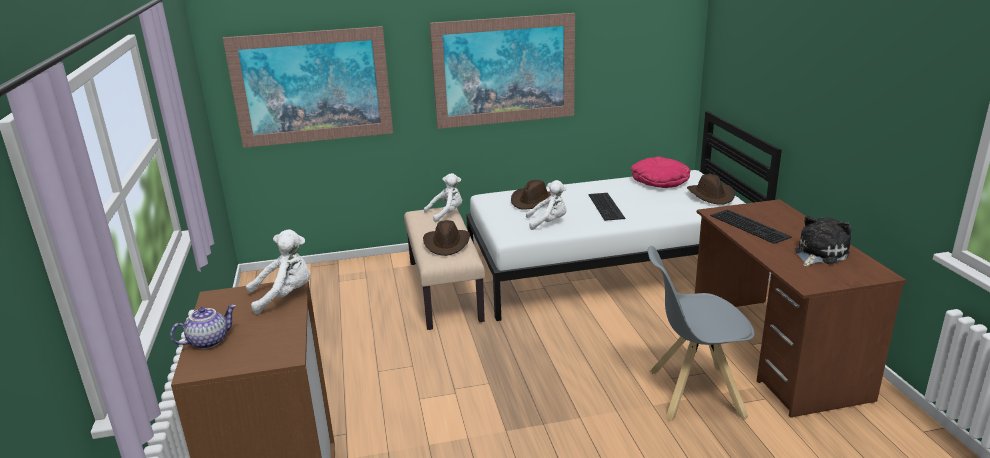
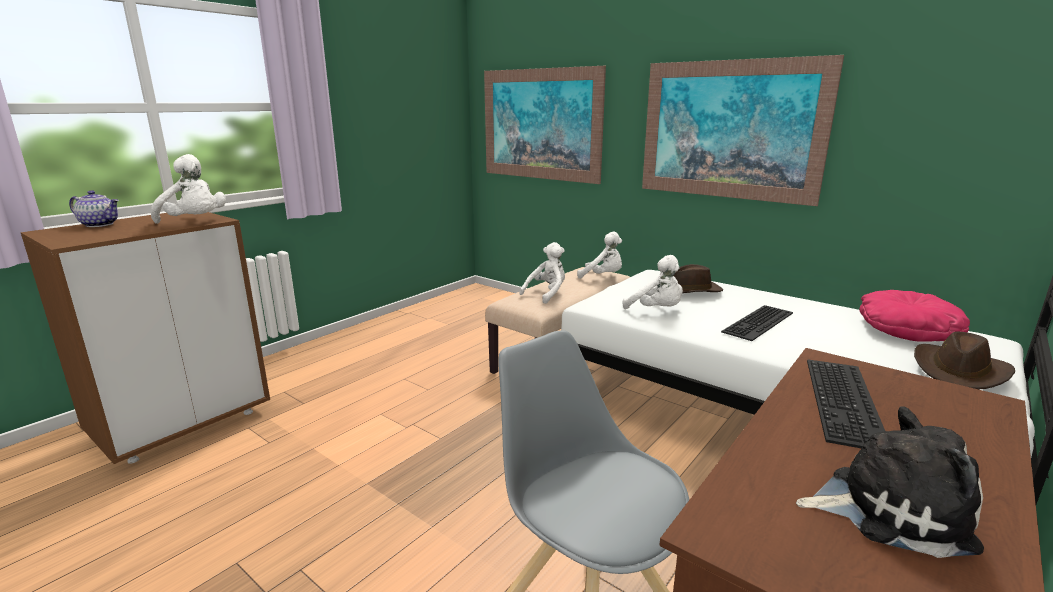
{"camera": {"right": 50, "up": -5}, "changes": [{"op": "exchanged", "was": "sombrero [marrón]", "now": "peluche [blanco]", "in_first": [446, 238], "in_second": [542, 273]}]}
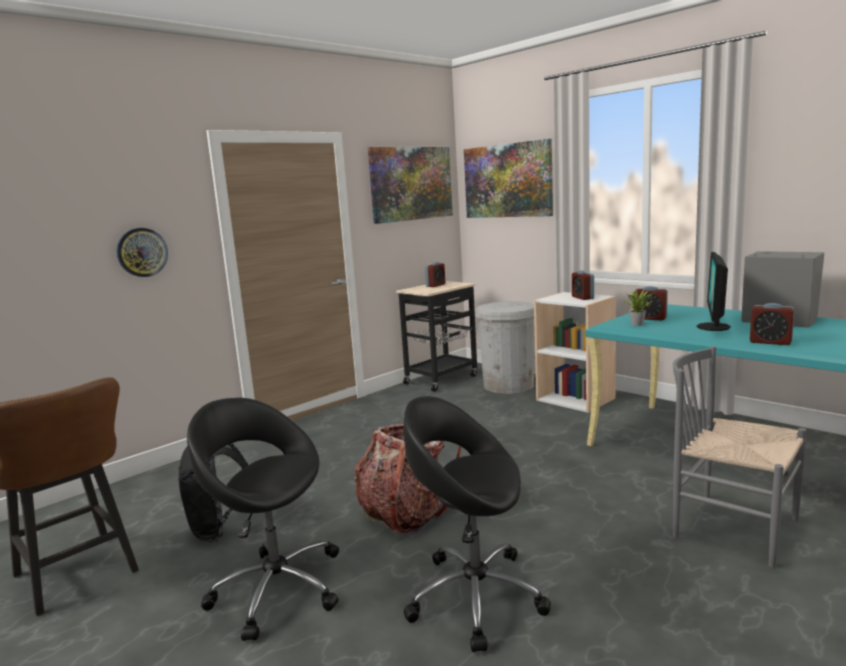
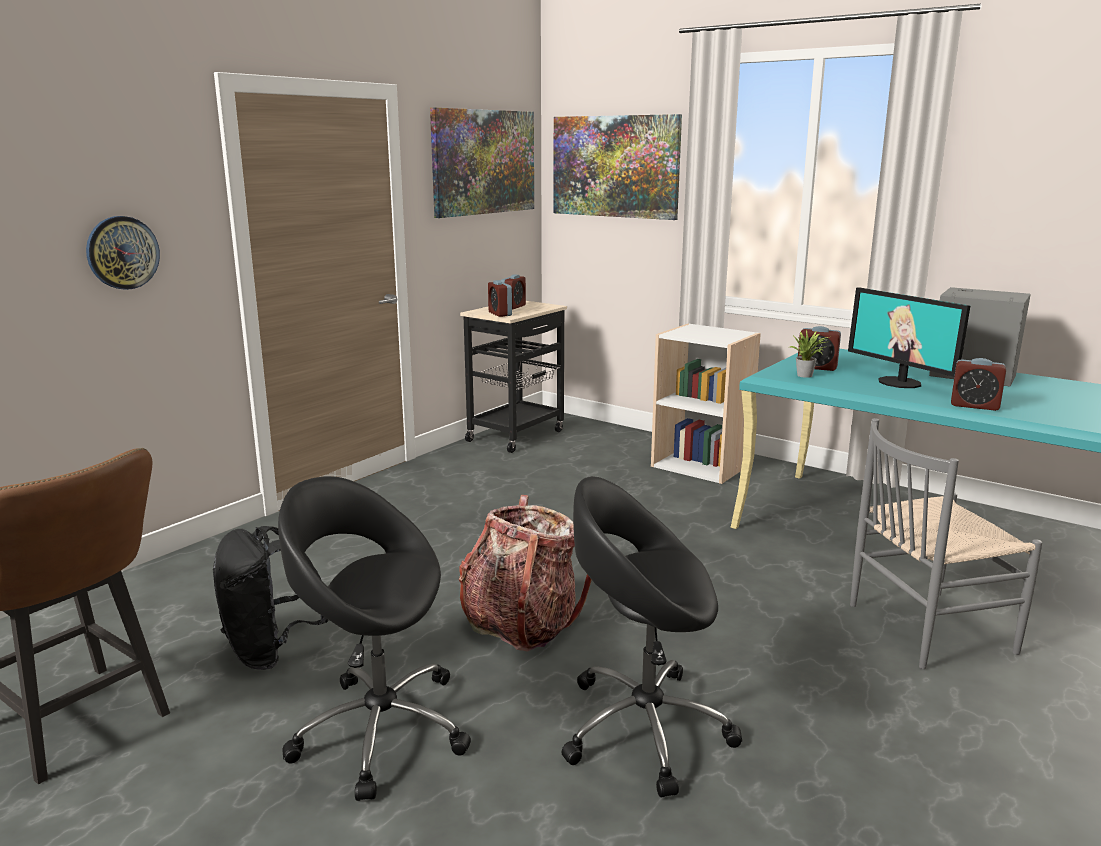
{"camera": {"right": -10, "up": 5}, "changes": [{"op": "missing", "was": "papelera [blanco]", "in_first": [505, 347]}, {"op": "relocated", "was": "despertador", "in_first": [583, 285], "in_second": [500, 298]}, {"op": "spun", "was": "silla [gris]", "in_first": [739, 457], "in_second": [946, 543], "clockwise": -45}, {"op": "spun", "was": "monitor", "in_first": [714, 291], "in_second": [909, 337], "clockwise": -45}]}
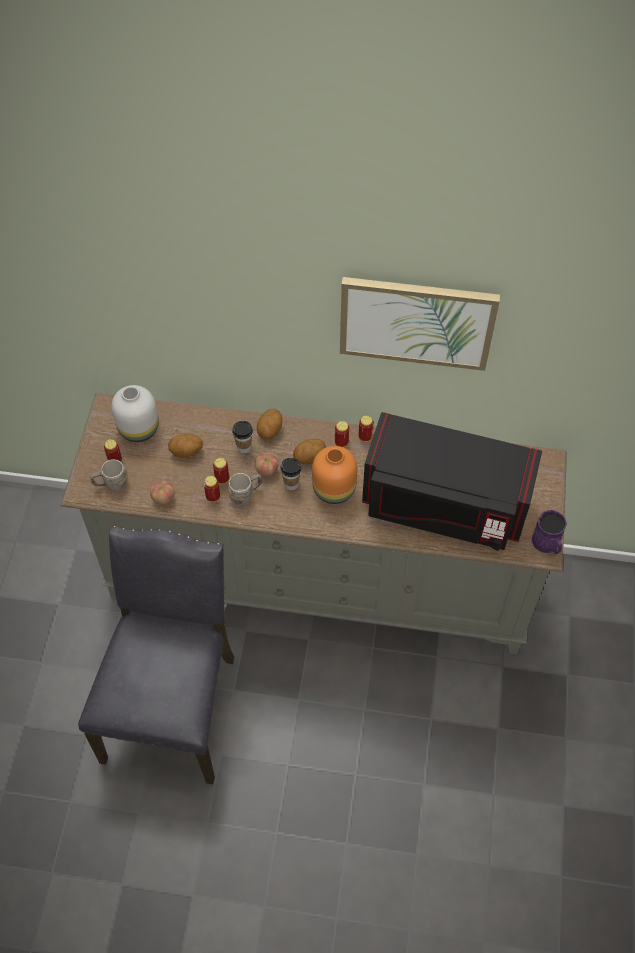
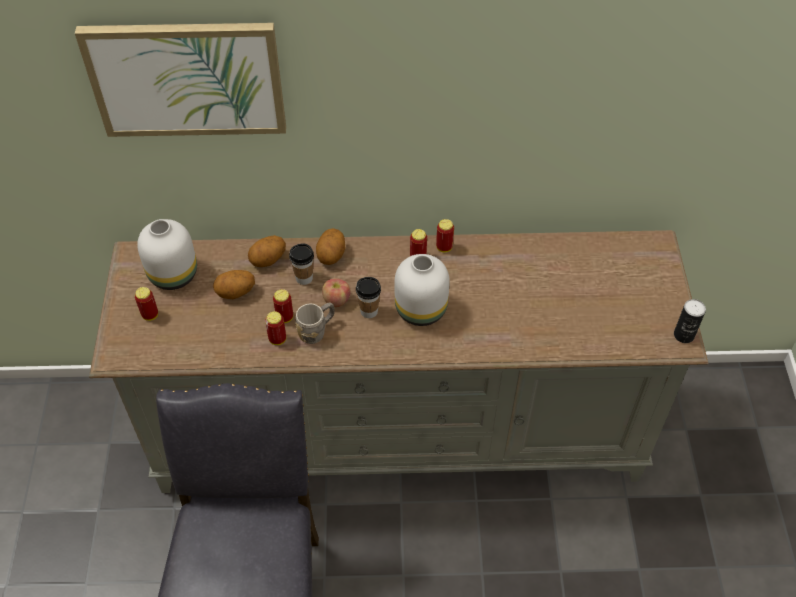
{"camera": {"right": -10, "up": -5}, "changes": [{"op": "missing", "was": "taza grande [gris]", "in_first": [108, 475]}, {"op": "missing", "was": "manzana", "in_first": [162, 493]}, {"op": "missing", "was": "microondas [negro]", "in_first": [452, 481]}, {"op": "relocated", "was": "patata", "in_first": [309, 451], "in_second": [267, 251]}, {"op": "relocated", "was": "cuadro", "in_first": [420, 324], "in_second": [180, 80]}, {"op": "exchanged", "was": "taza grande [morado]", "now": "lata", "in_first": [549, 532], "in_second": [690, 321]}, {"op": "colour", "was": "florero [naranja]", "now": "florero [blanco]", "in_first": [334, 475], "in_second": [422, 290]}]}
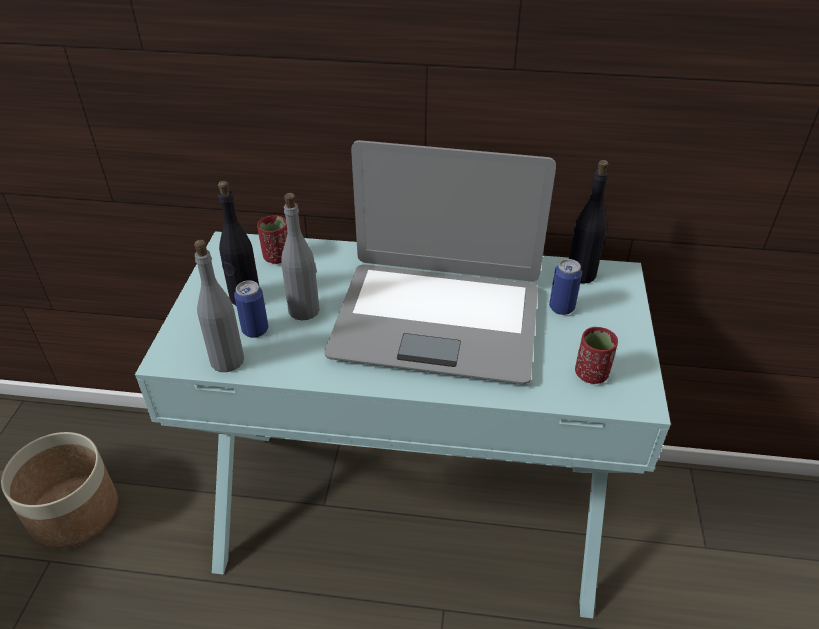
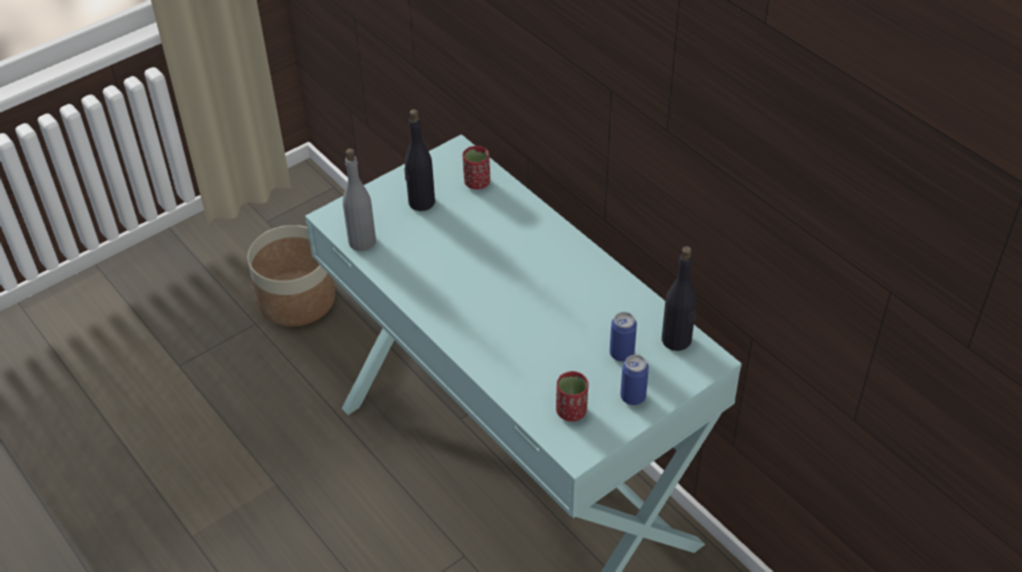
{"camera": {"right": 45, "up": 5}, "changes": [{"op": "missing", "was": "botella [gris]", "in_first": [300, 256]}, {"op": "missing", "was": "portátil", "in_first": [440, 262]}, {"op": "relocated", "was": "lata", "in_first": [251, 309], "in_second": [634, 380]}]}
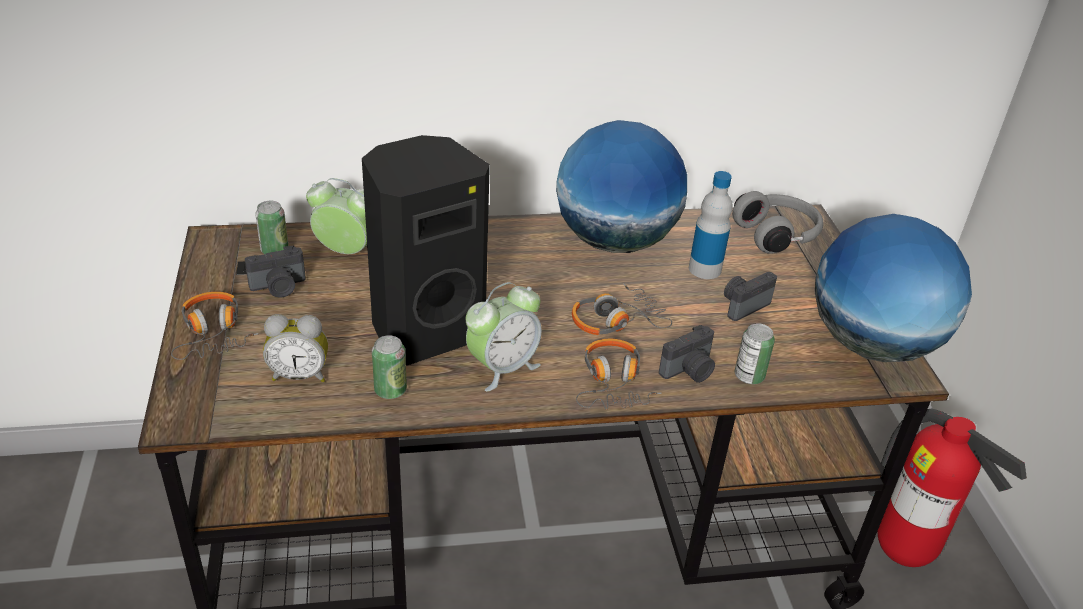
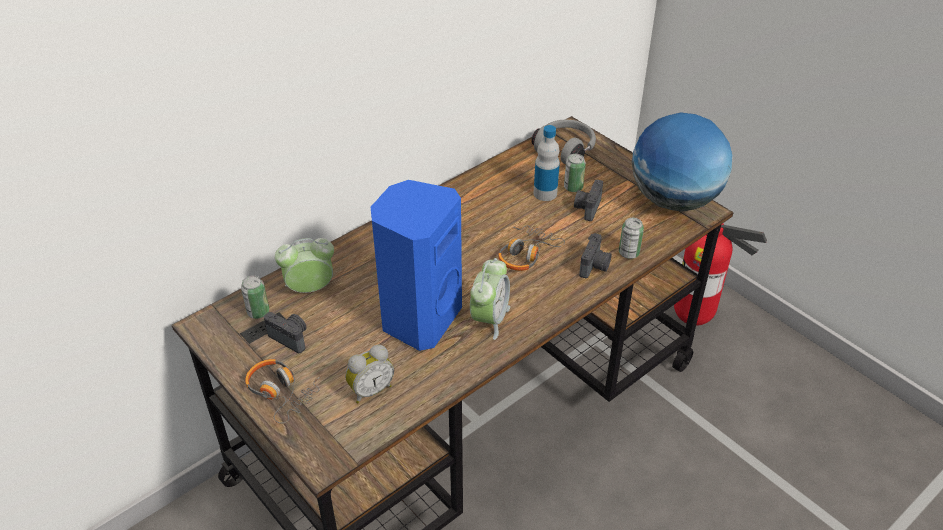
{"camera": {"right": -30, "up": 5}, "changes": [{"op": "missing", "was": "globo terráqueo", "in_first": [621, 186]}, {"op": "missing", "was": "auriculares", "in_first": [619, 374]}, {"op": "relocated", "was": "lata", "in_first": [389, 367], "in_second": [575, 173]}, {"op": "colour", "was": "altavoz [negro]", "now": "altavoz [azul]", "in_first": [426, 250], "in_second": [416, 265]}, {"op": "spun", "was": "cámara", "in_first": [275, 272], "in_second": [285, 332], "clockwise": -90}]}
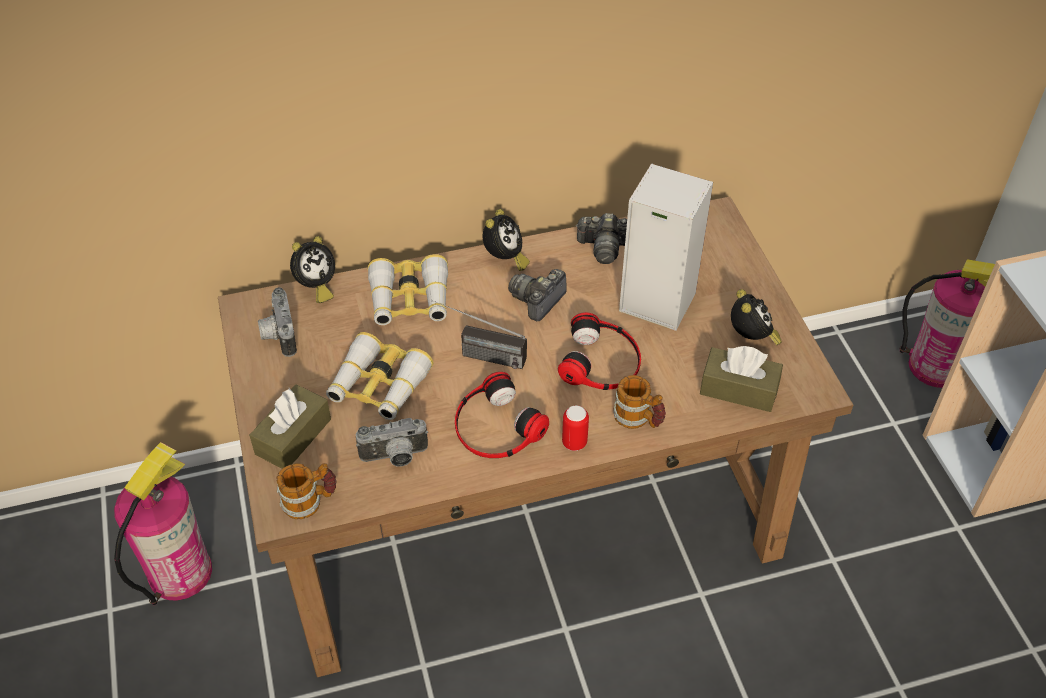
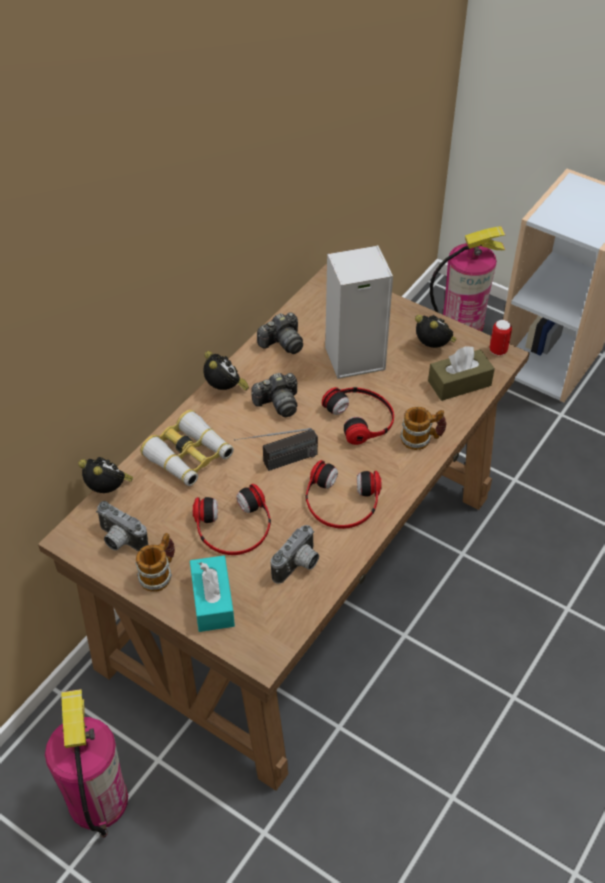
{"camera": {"right": -40, "up": 0}, "changes": [{"op": "relocated", "was": "taza grande", "in_first": [306, 491], "in_second": [155, 562]}, {"op": "relocated", "was": "lata", "in_first": [575, 428], "in_second": [500, 338]}, {"op": "exchanged", "was": "prismáticos", "now": "auriculares", "in_first": [379, 376], "in_second": [232, 519]}, {"op": "colour", "was": "caja de pañuelos [marrón]", "now": "caja de pañuelos [turquesa]", "in_first": [290, 426], "in_second": [212, 594]}, {"op": "spun", "was": "despertador", "in_first": [312, 269], "in_second": [105, 475], "clockwise": -60}, {"op": "spun", "was": "cámara", "in_first": [537, 295], "in_second": [274, 395], "clockwise": -105}]}
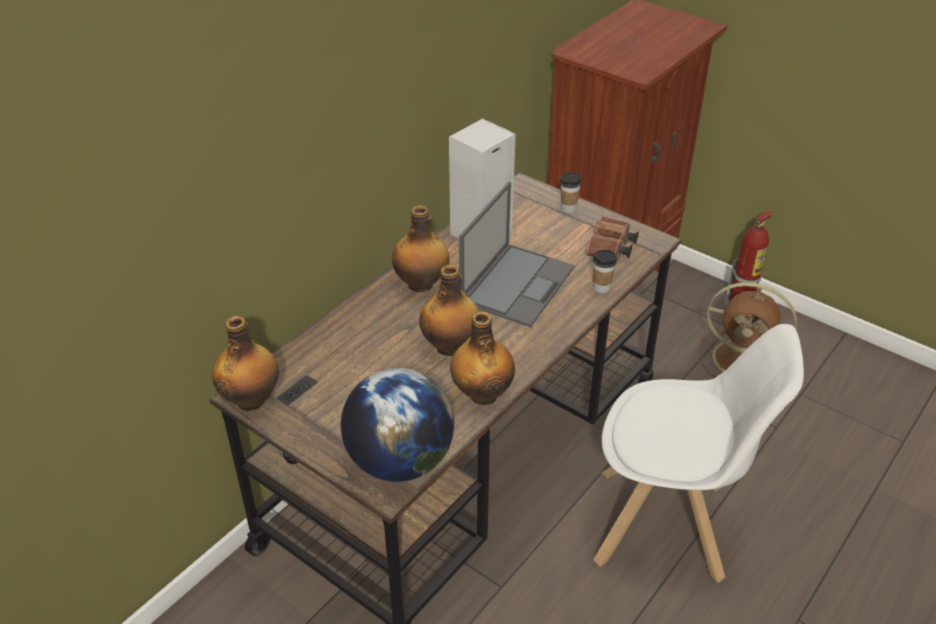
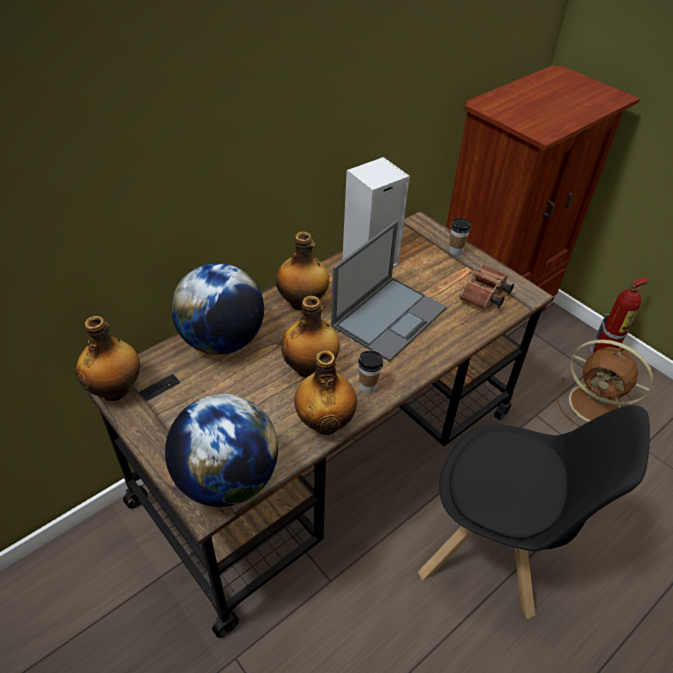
{"camera": {"right": 10, "up": 5}, "changes": [{"op": "appeared", "now": "globo terráqueo", "in_second": [217, 309]}, {"op": "relocated", "was": "taza", "in_first": [605, 271], "in_second": [370, 371]}, {"op": "colour", "was": "silla [blanco]", "now": "silla [negro]", "in_first": [698, 453], "in_second": [534, 512]}]}
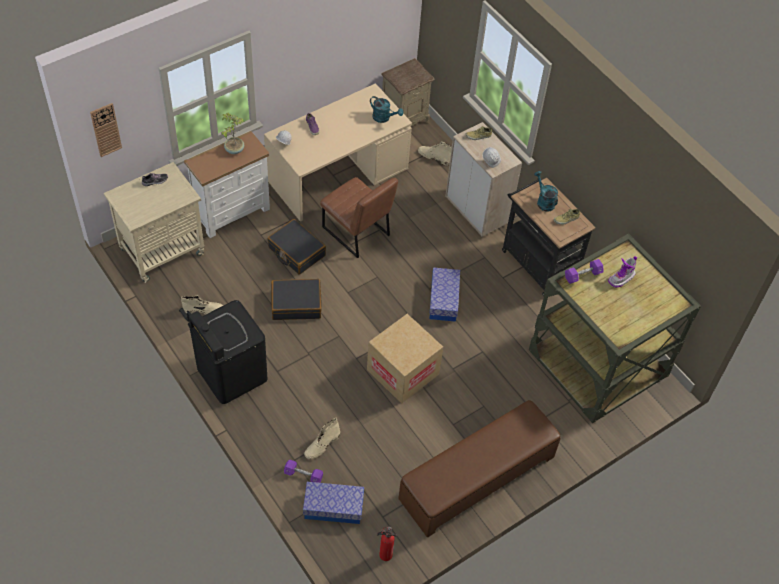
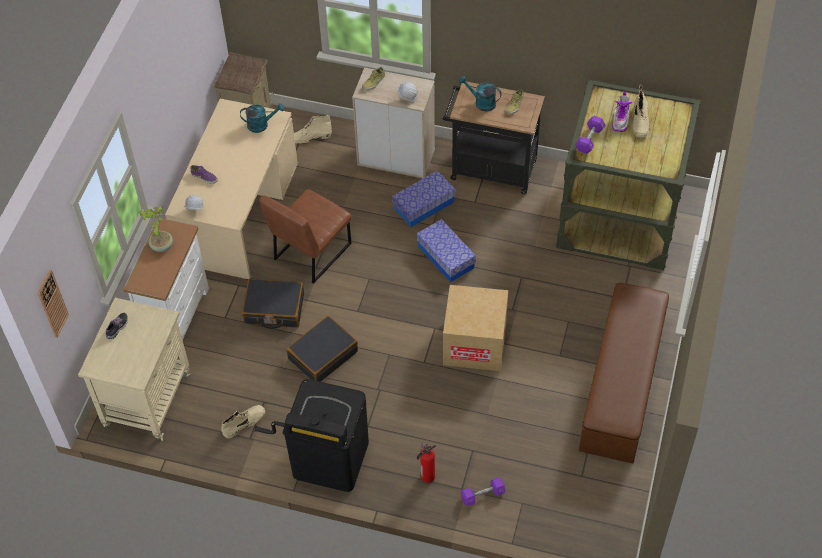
{"camera": {"right": -35, "up": 0}, "changes": [{"op": "relocated", "was": "caja de almacenaje", "in_first": [333, 503], "in_second": [424, 198]}, {"op": "relocated", "was": "bota [beis]", "in_first": [322, 439], "in_second": [641, 111]}, {"op": "relocated", "was": "extintor", "in_first": [387, 544], "in_second": [426, 463]}, {"op": "spun", "was": "silla [marrón]", "in_first": [359, 217], "in_second": [305, 237], "clockwise": 120}]}
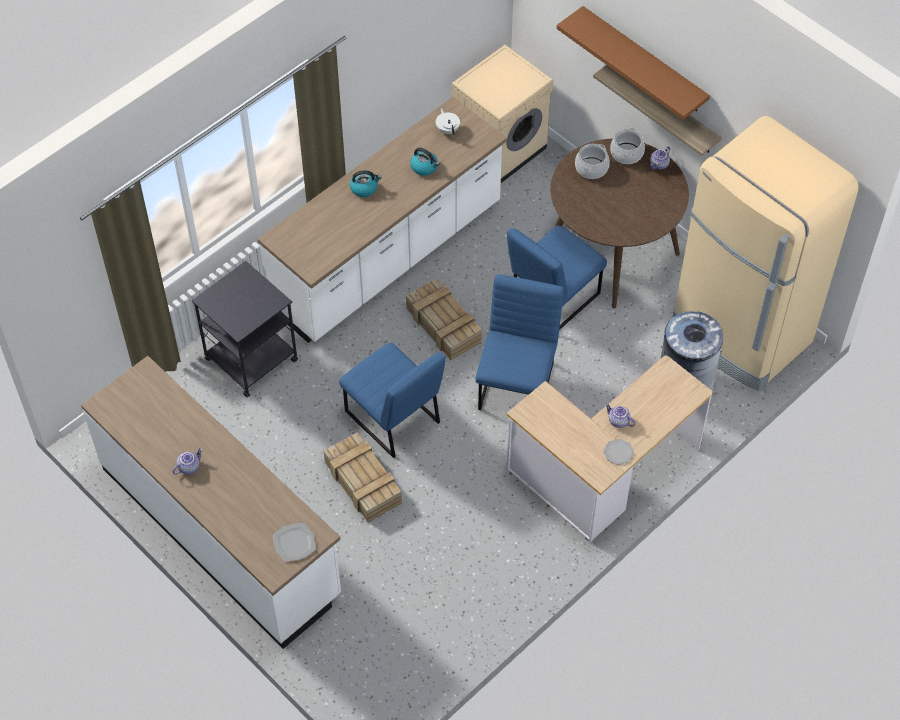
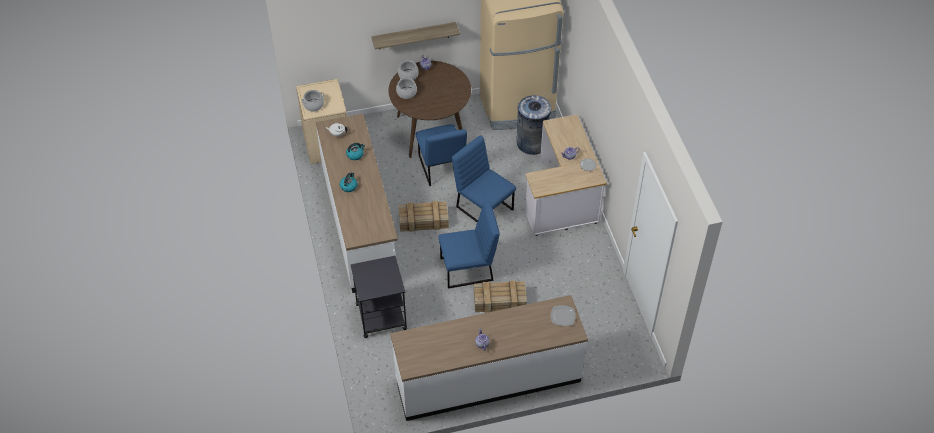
{"camera": {"right": -60, "up": -5}, "changes": [{"op": "missing", "was": "estante [marrón]", "in_first": [633, 63]}, {"op": "appeared", "now": "olla", "in_second": [313, 100]}]}
